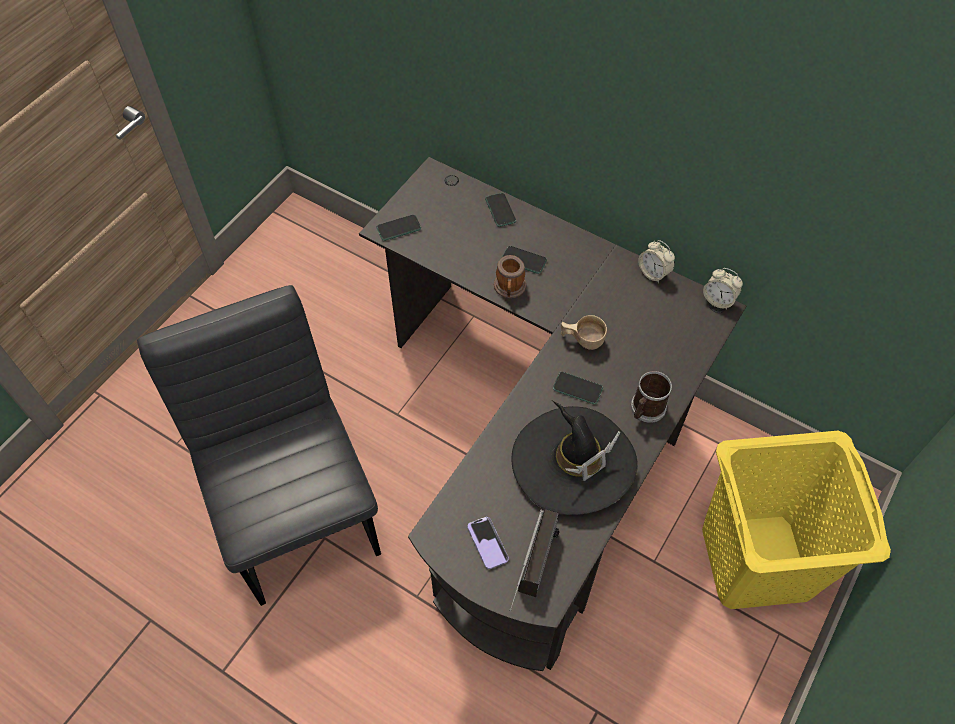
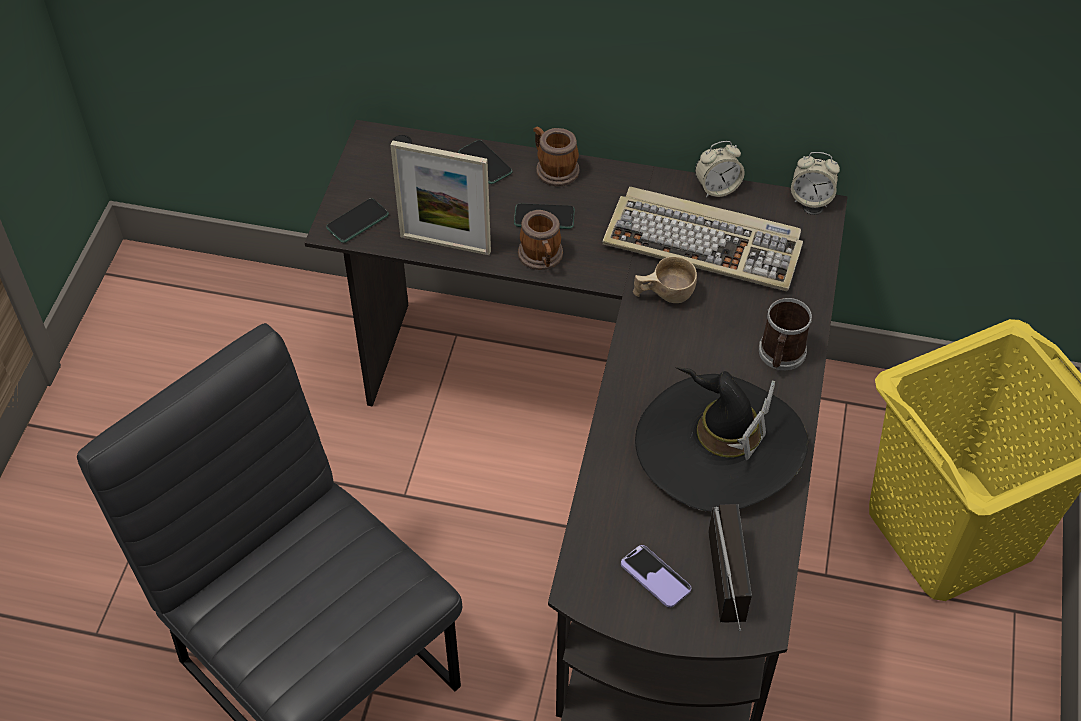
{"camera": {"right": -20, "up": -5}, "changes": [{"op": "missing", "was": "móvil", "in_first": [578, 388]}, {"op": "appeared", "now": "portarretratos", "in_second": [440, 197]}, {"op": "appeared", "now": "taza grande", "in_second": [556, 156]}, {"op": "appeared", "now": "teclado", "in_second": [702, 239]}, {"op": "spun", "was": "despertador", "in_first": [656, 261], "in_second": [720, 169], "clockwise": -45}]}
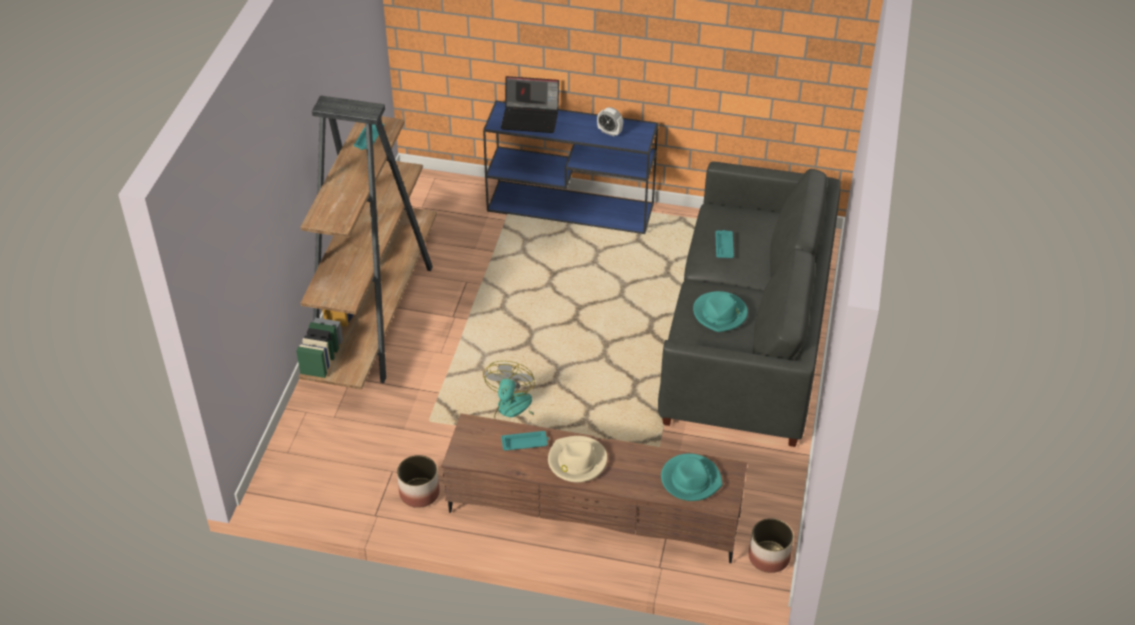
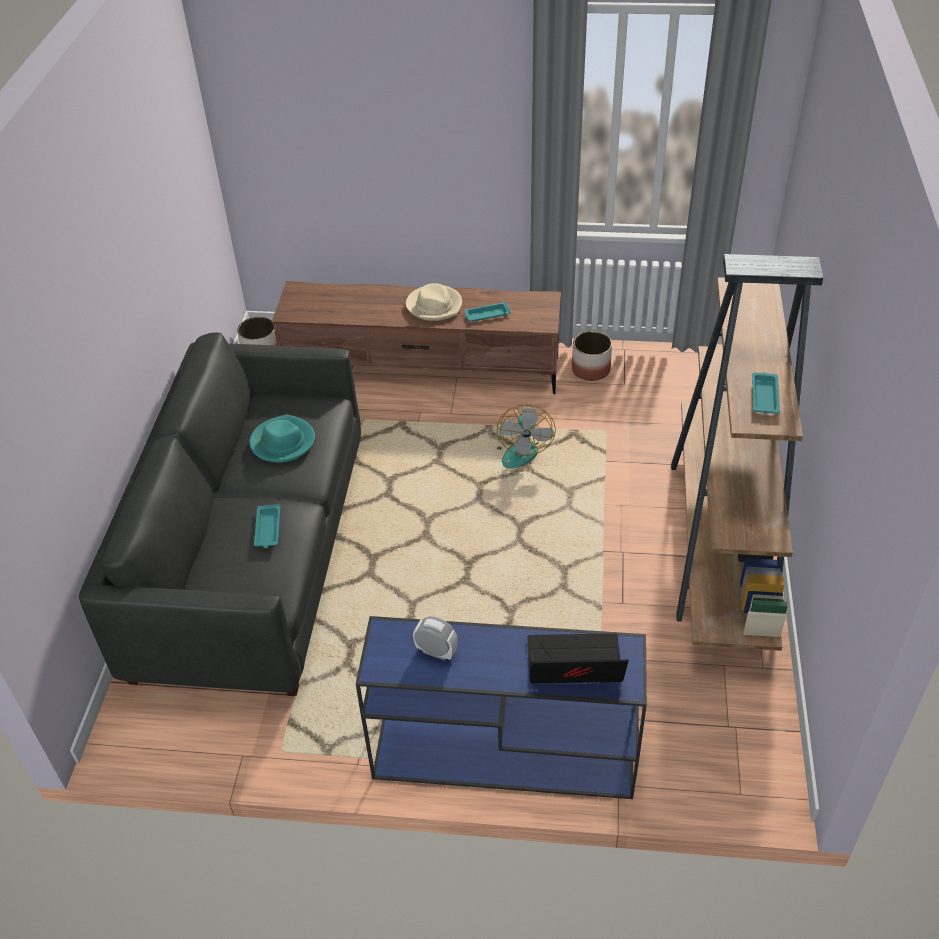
{"camera": {"right": 175, "up": 0}, "changes": [{"op": "missing", "was": "sombrero [turquesa]", "in_first": [691, 477]}]}
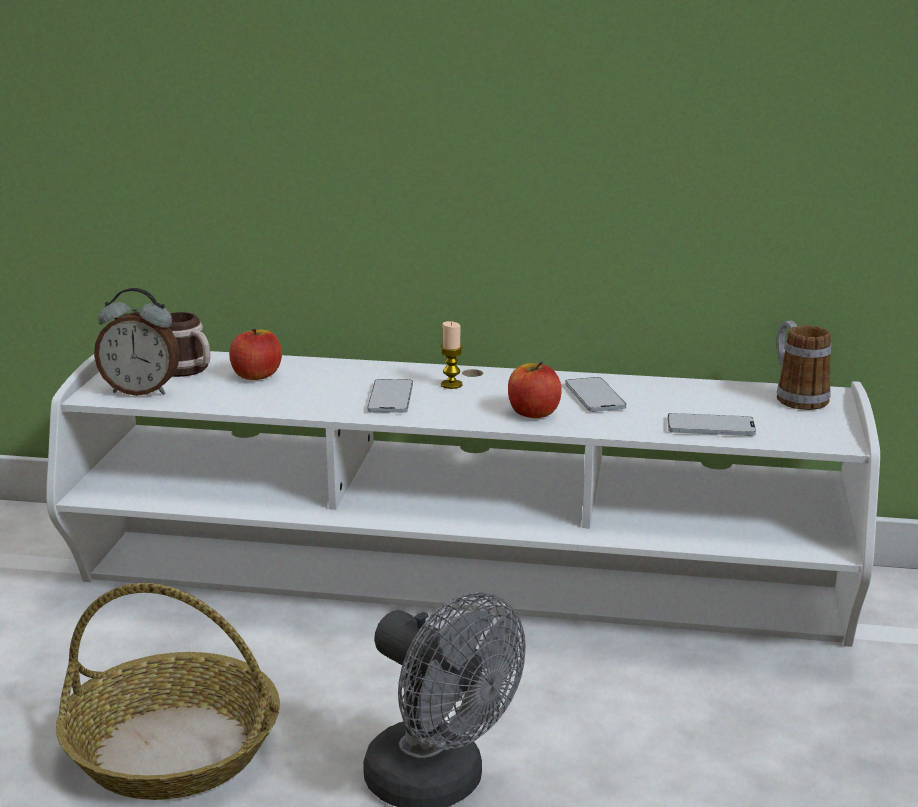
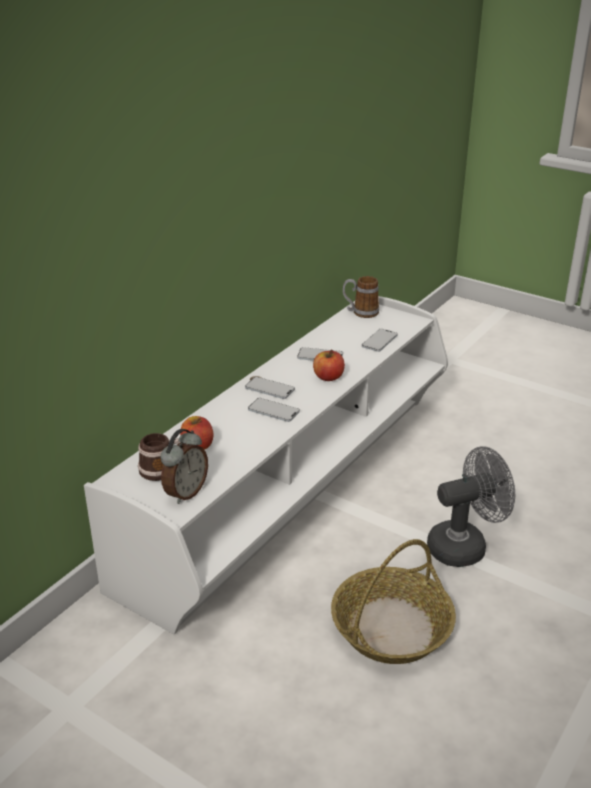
{"camera": {"right": -65, "up": 10}, "changes": [{"op": "exchanged", "was": "vela", "now": "móvil", "in_first": [451, 355], "in_second": [270, 388]}]}
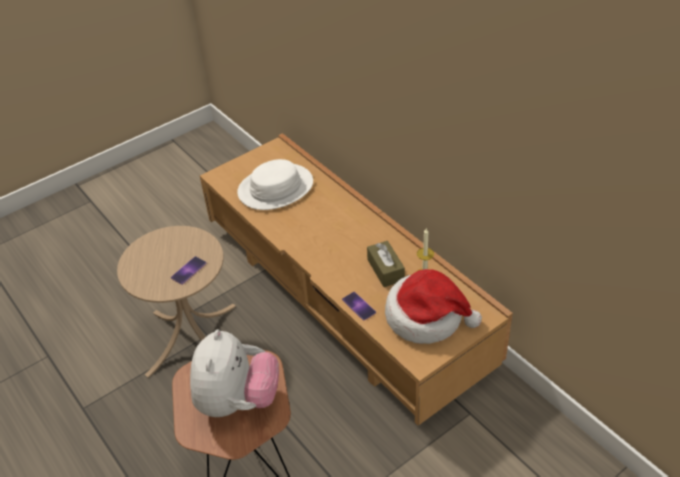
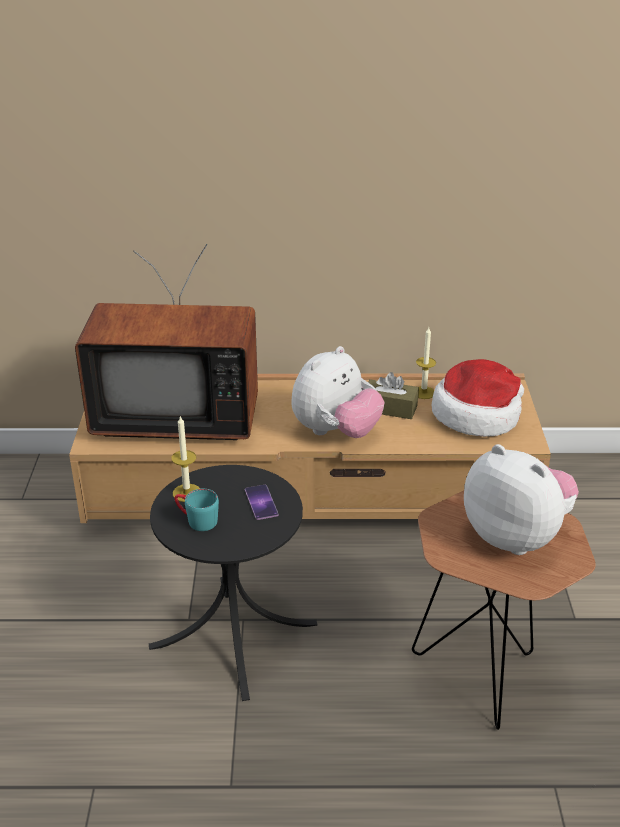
{"camera": {"right": -55, "up": -10}, "changes": [{"op": "missing", "was": "móvil", "in_first": [359, 306]}, {"op": "appeared", "now": "vela", "in_second": [185, 458]}, {"op": "appeared", "now": "taza grande [turquesa]", "in_second": [196, 510]}, {"op": "appeared", "now": "peluche", "in_second": [337, 392]}, {"op": "exchanged", "was": "sombrero [blanco]", "now": "televisor", "in_first": [275, 184], "in_second": [166, 342]}, {"op": "colour", "was": "mesa auxiliar [beis]", "now": "mesa auxiliar [negro]", "in_first": [176, 301], "in_second": [233, 583]}]}
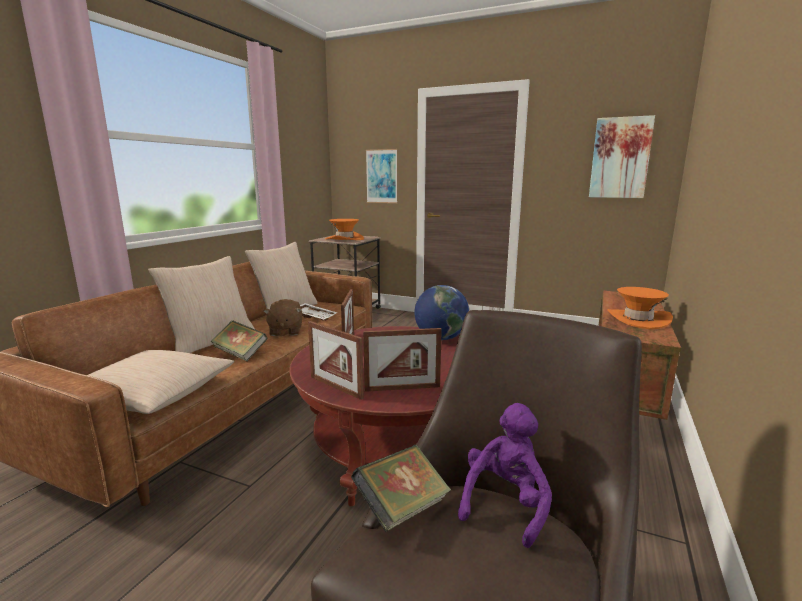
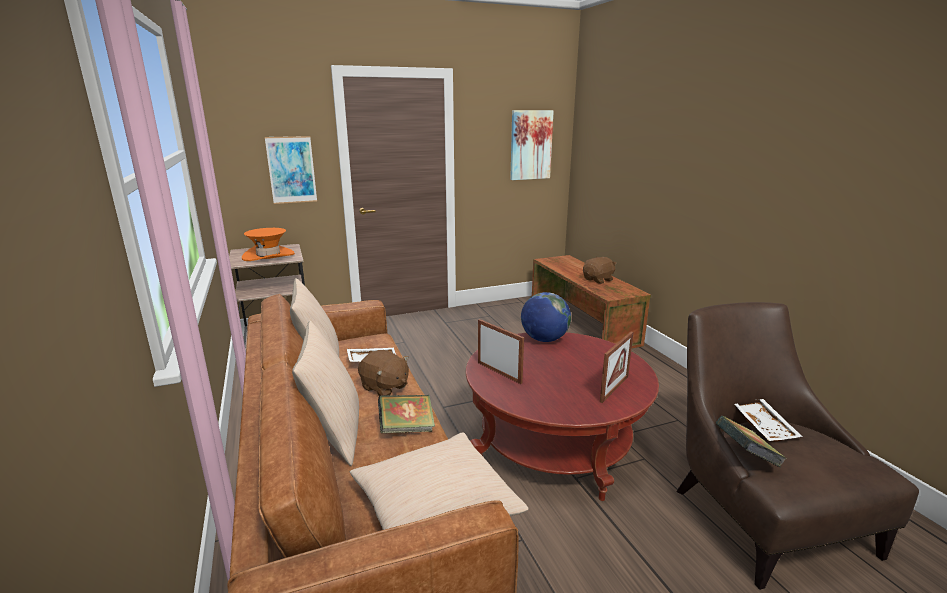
{"camera": {"right": -45, "up": 5}, "changes": [{"op": "missing", "was": "portarretratos", "in_first": [336, 360]}, {"op": "exchanged", "was": "peluche [morado]", "now": "bandeja [blanco]", "in_first": [505, 475], "in_second": [768, 420]}, {"op": "exchanged", "was": "sombrero [naranja]", "now": "peluche [marrón]", "in_first": [640, 308], "in_second": [600, 270]}]}
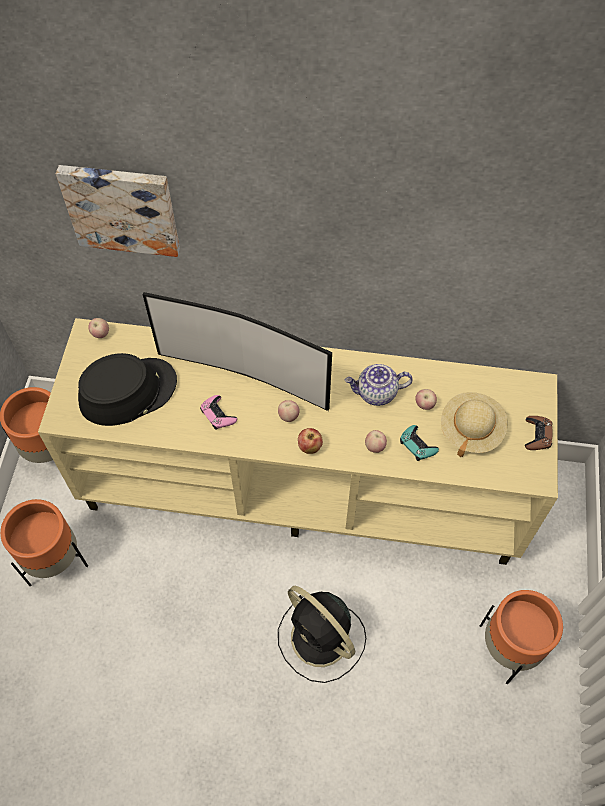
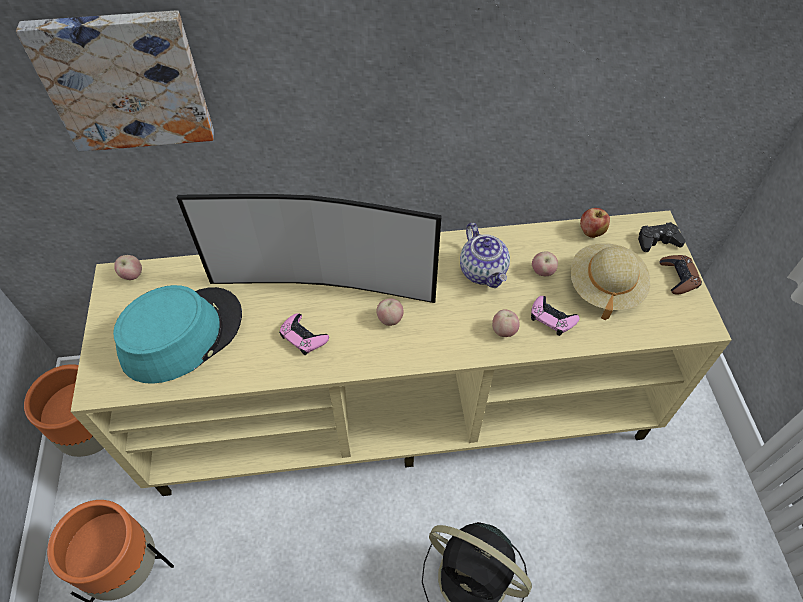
{"camera": {"right": -15, "up": -5}, "changes": [{"op": "missing", "was": "maceta [naranja]", "in_first": [521, 637]}, {"op": "appeared", "now": "mando de consola [negro]", "in_second": [662, 237]}, {"op": "relocated", "was": "manzana", "in_first": [310, 441], "in_second": [595, 223]}, {"op": "colour", "was": "sombrero [negro]", "now": "sombrero [turquesa]", "in_first": [127, 389], "in_second": [177, 334]}, {"op": "colour", "was": "mando de consola [turquesa]", "now": "mando de consola [rosa]", "in_first": [419, 443], "in_second": [555, 316]}, {"op": "spun", "was": "tetera", "in_first": [379, 385], "in_second": [485, 255], "clockwise": -90}]}
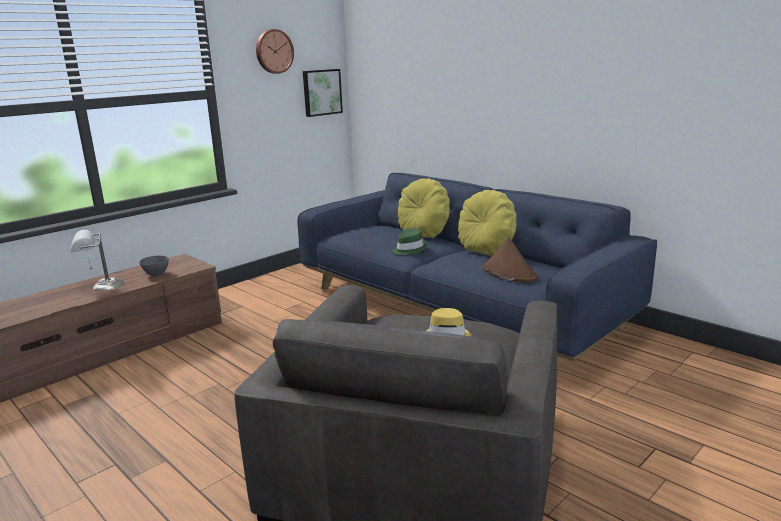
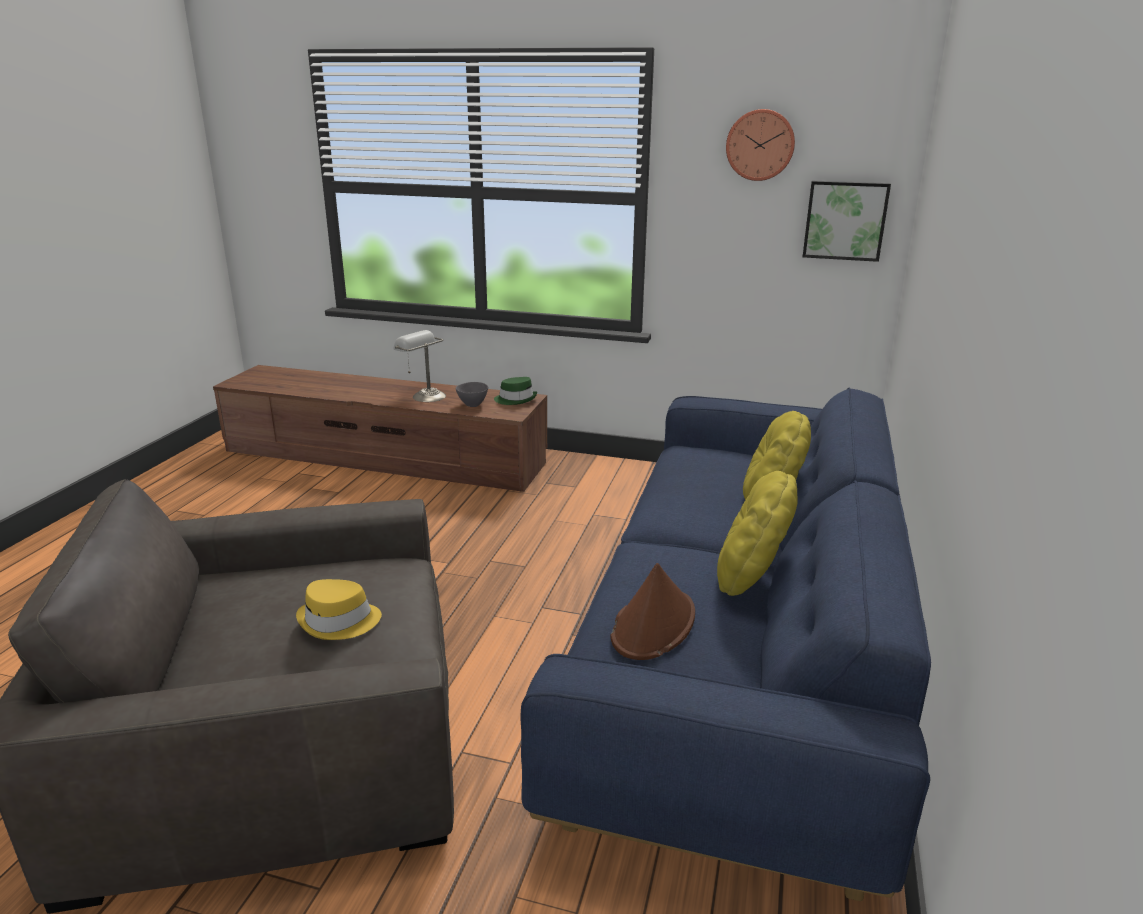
{"camera": {"right": 60, "up": 5}, "changes": [{"op": "relocated", "was": "sombrero [verde]", "in_first": [409, 241], "in_second": [515, 391]}]}
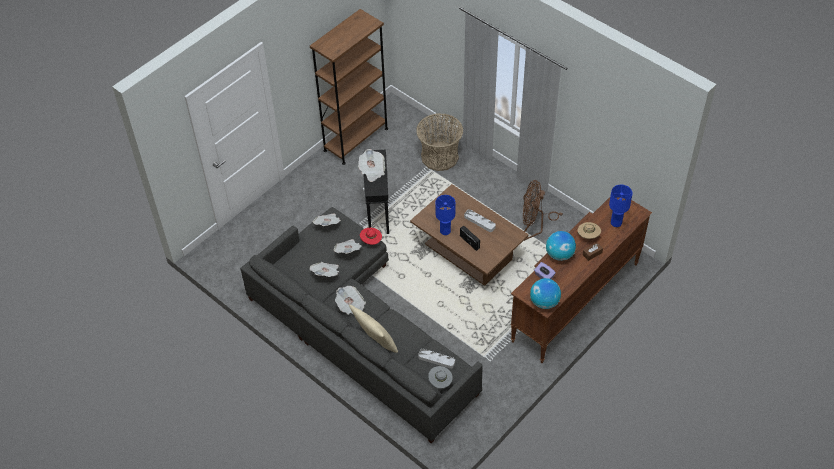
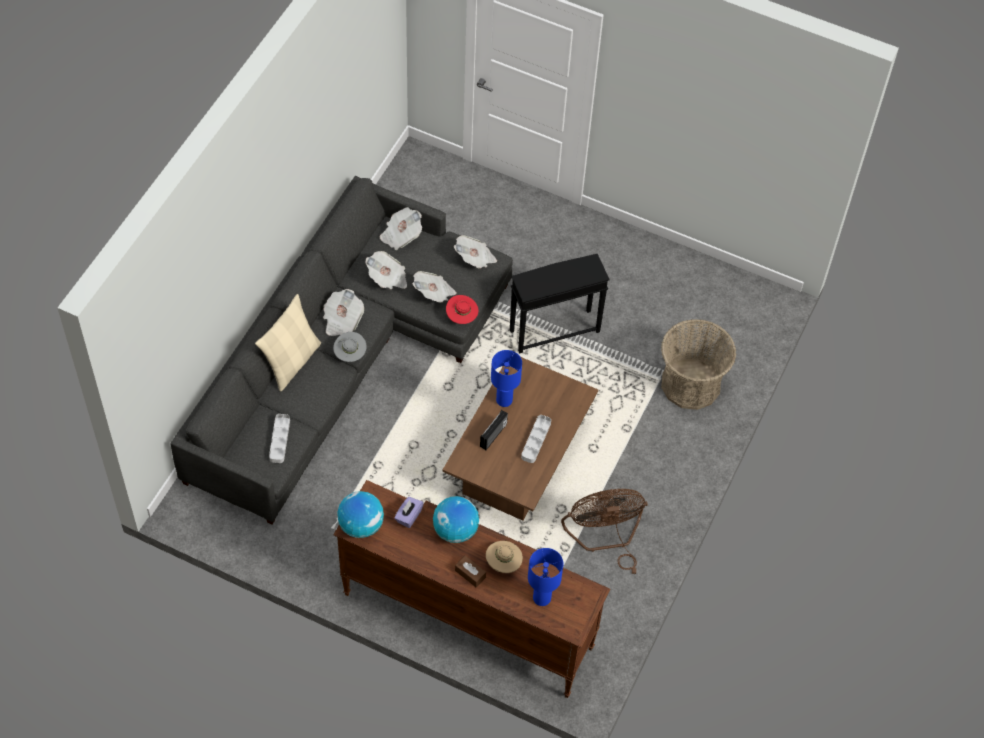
{"camera": {"right": 70, "up": 5}, "changes": [{"op": "missing", "was": "estantería [marrón]", "in_first": [349, 87]}, {"op": "relocated", "was": "periódico", "in_first": [371, 165], "in_second": [401, 228]}, {"op": "relocated", "was": "sombrero [gris]", "in_first": [440, 377], "in_second": [349, 347]}]}
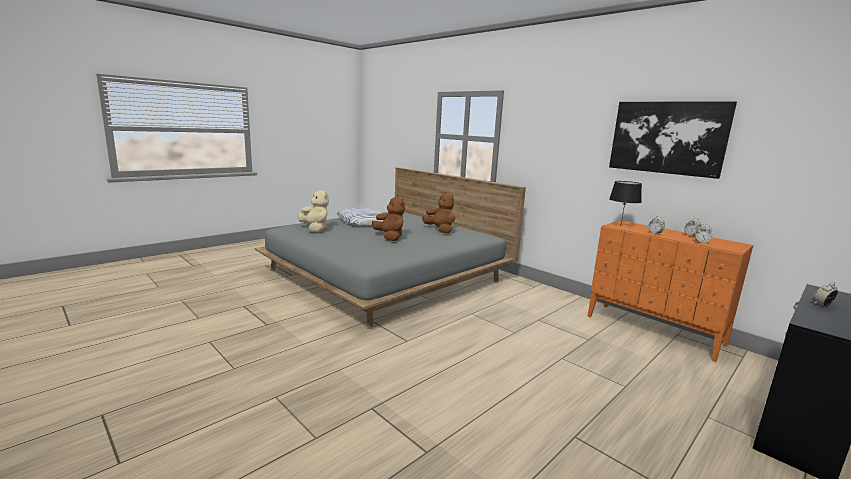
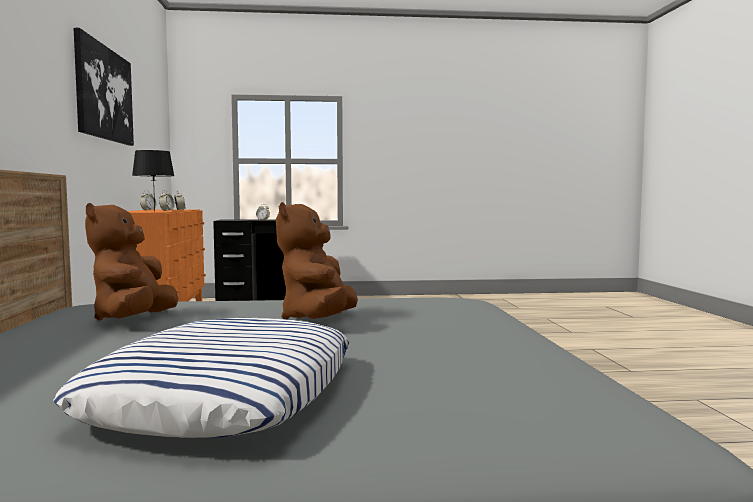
{"camera": {"right": -140, "up": -10}, "changes": [{"op": "missing", "was": "peluche [beis]", "in_first": [313, 210]}]}
